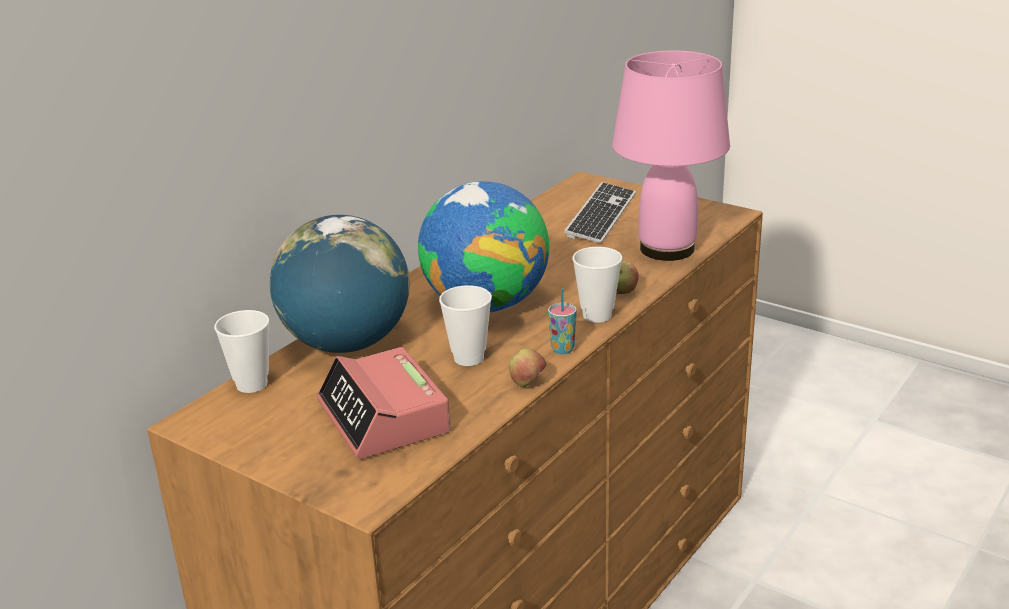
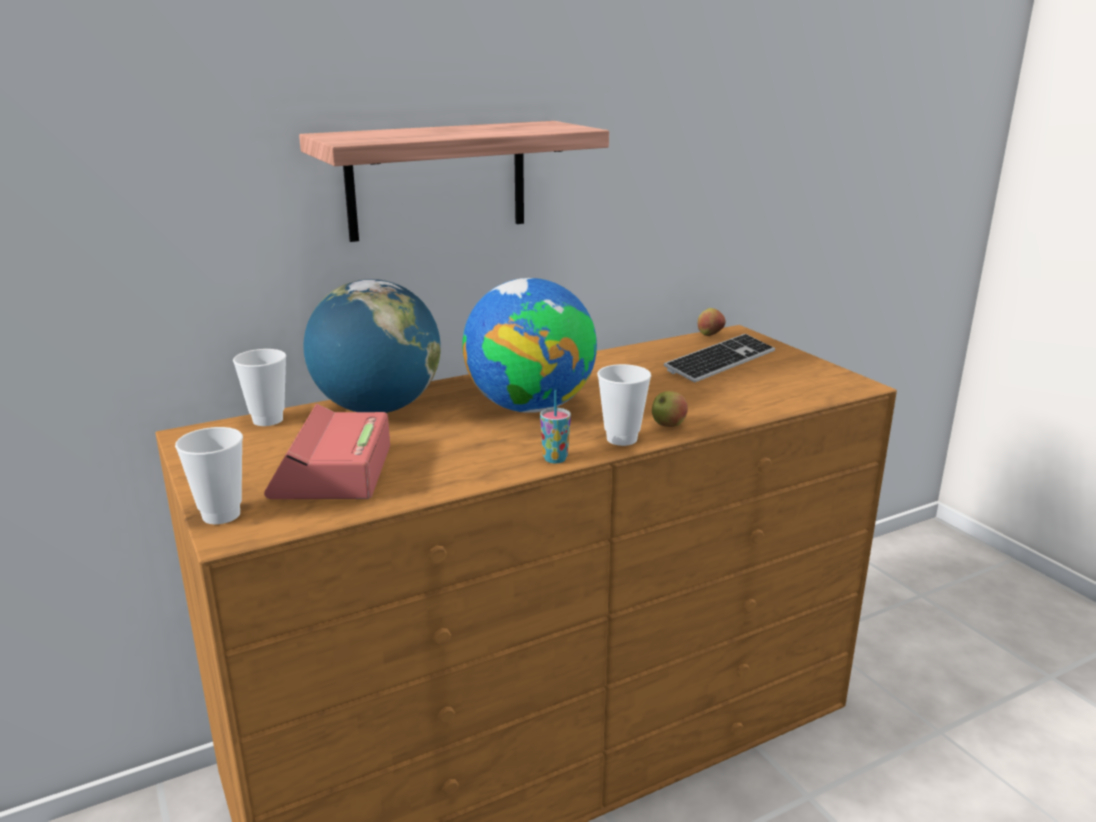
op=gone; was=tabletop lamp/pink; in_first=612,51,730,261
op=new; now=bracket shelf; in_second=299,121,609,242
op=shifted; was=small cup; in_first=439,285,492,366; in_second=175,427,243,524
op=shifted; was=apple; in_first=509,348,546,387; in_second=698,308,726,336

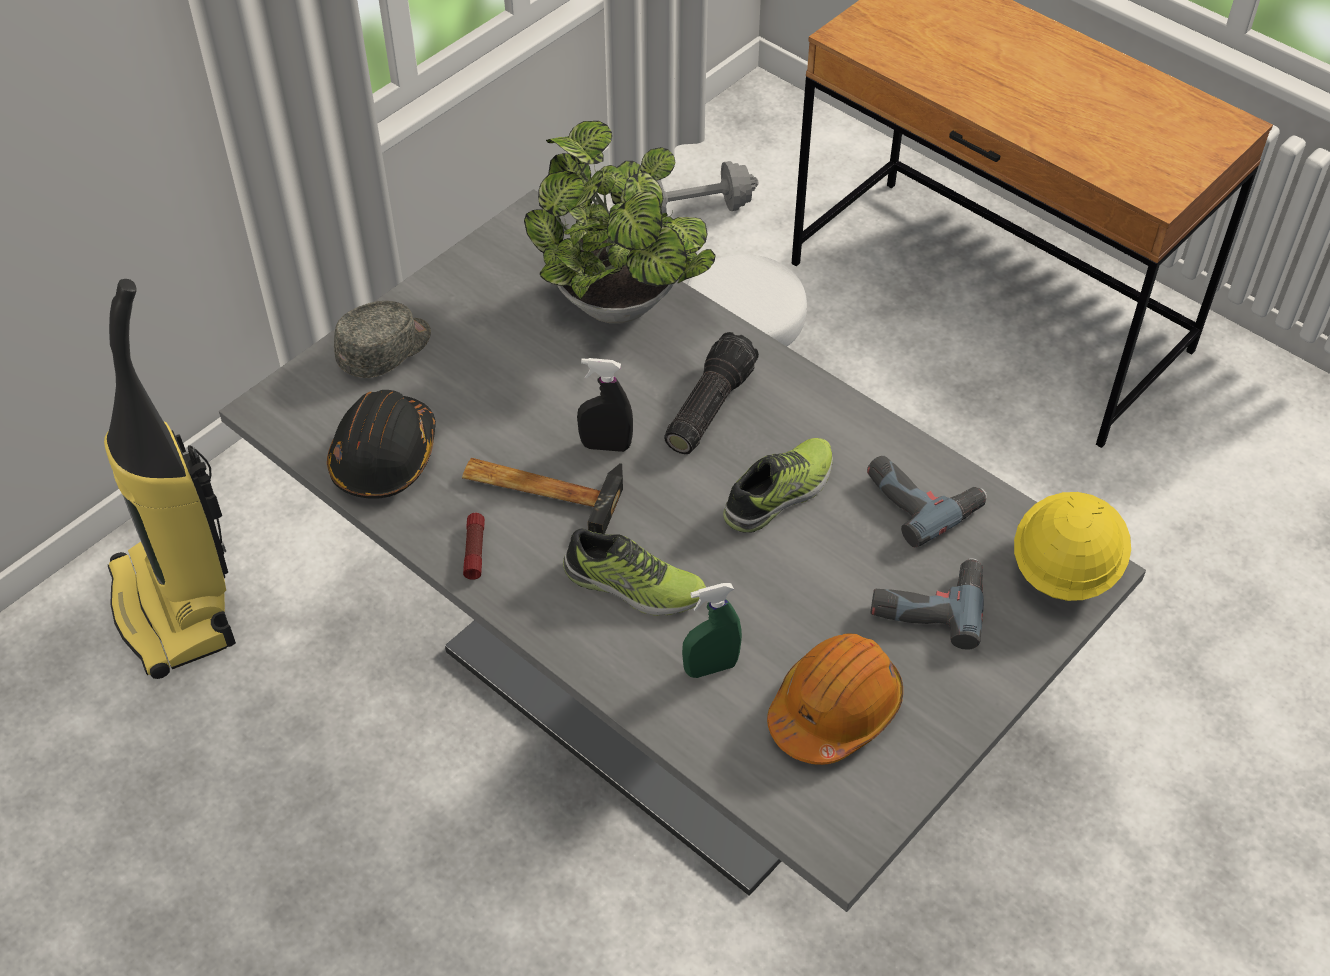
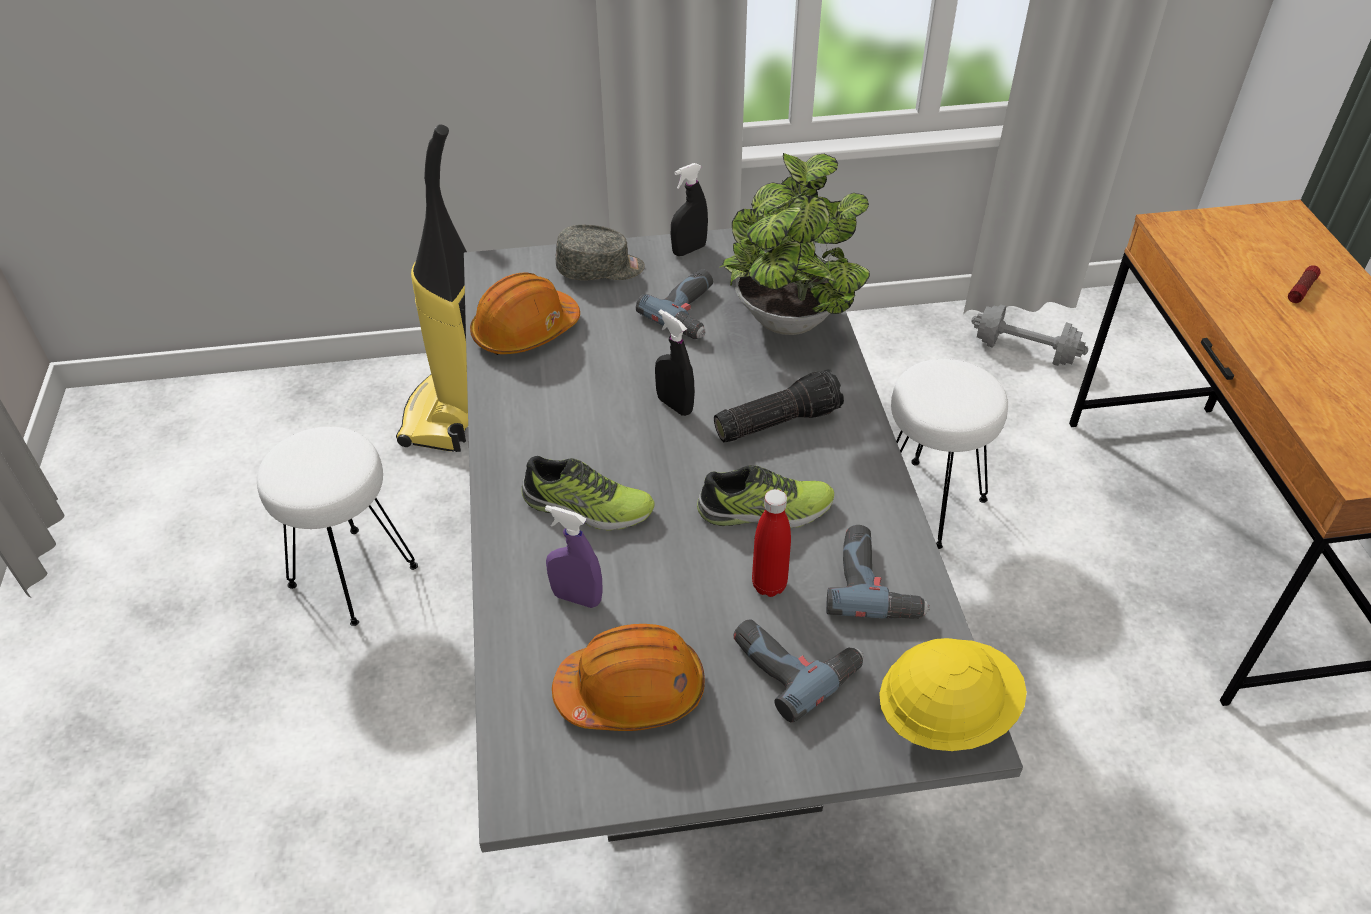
op=gone; was=hammer; in_first=462,458,623,534
op=new; now=stool seat/white; in_second=257,427,418,626
op=new; now=electric drill; in_second=636,269,713,339
op=new; now=spray bottle/black-coloured; in_second=671,163,708,256
op=new; now=drink bottle/red-coloured; in_second=752,489,791,597
op=shifted; was=flashlight; in_first=463,513,485,580; in_second=1288,265,1321,303
op=repainted; was=hard hat/black-coloured; now=hard hat/orange; in_first=327,390,436,499; in_second=470,273,580,355
op=repainted; was=spray bottle/green-coloured; now=spray bottle/purple-coloured; in_first=682,583,742,678; in_second=545,505,602,608
op=rotated; was=shoe; in_first=563,528,706,616; in_second=521,456,655,531; clockwise=-45

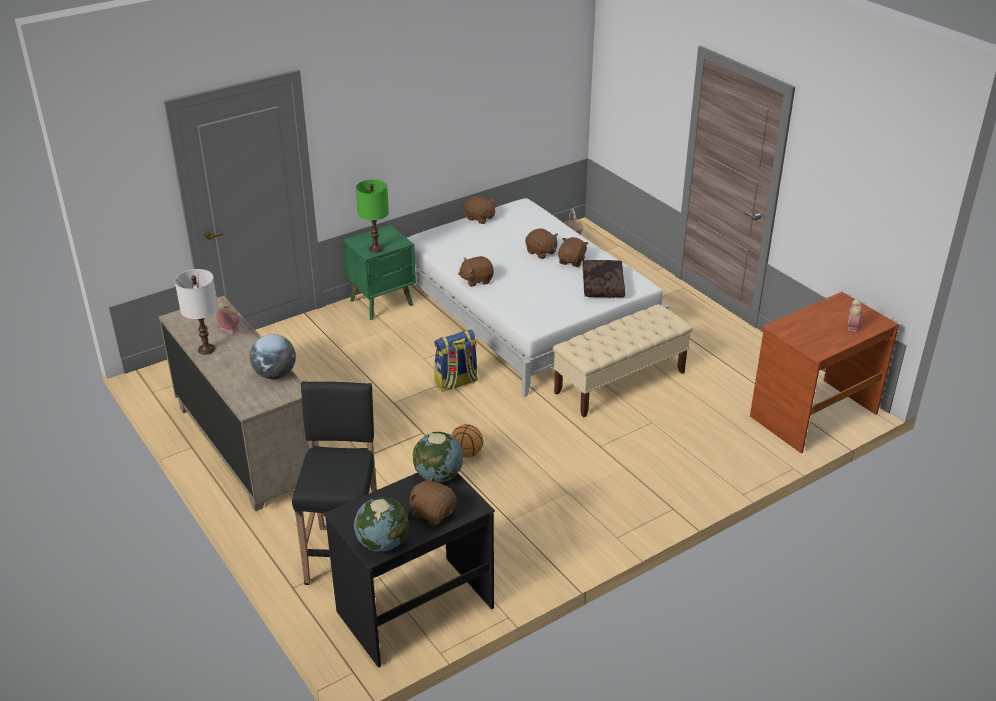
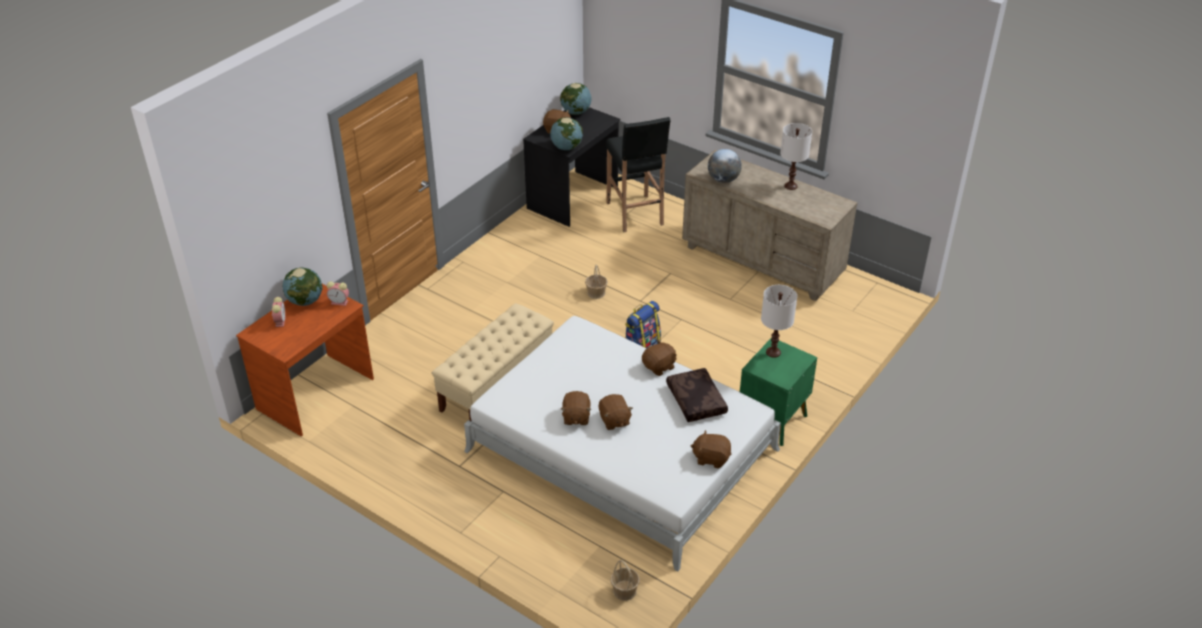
op=new; now=globe; in_second=282,267,323,306
op=shifted; was=table clock; in_first=216,303,240,334; in_second=327,281,349,306
op=shifted; was=throw pillow/brown; in_first=583,260,625,297; in_second=666,368,728,422
op=swapped; was=basketball; now=basket; in_first=451,424,483,458; in_second=585,265,608,299
op=repainted; was=tabletop lamp/green-coloured; now=tabletop lamp/white; in_first=356,179,389,253; in_second=761,285,797,358
op=rotated; was=cuddly toy/brown; in_first=525,229,558,259; in_second=599,394,633,430; clockwise=-135

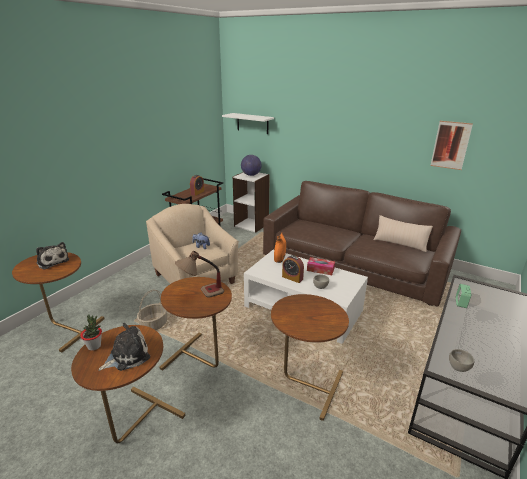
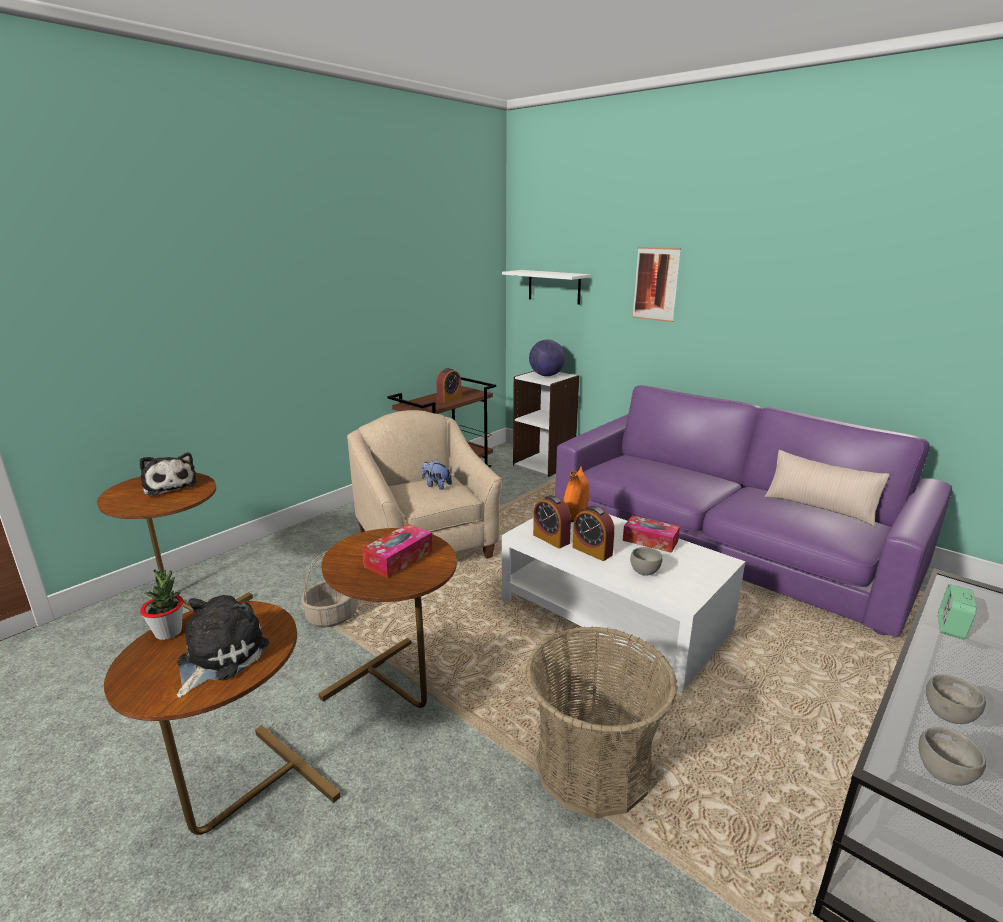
op=new; now=table clock; in_second=533,495,571,549
op=new; now=deep dish/greyish; in_second=926,674,986,724
op=shifted; was=wall picture; in_first=430,121,473,170; in_second=632,247,681,322
op=swapped; was=tabletop lamp; now=box of tissues; in_first=175,251,224,298; in_second=362,524,433,578
op=swapped; was=side table/brown; now=basket; in_first=271,294,349,421; in_second=526,627,678,819
op=repainted; was=sofa/brown; now=sofa/purple-coloured; in_first=263,181,461,307; in_second=555,385,952,637
op=rotated; was=cuddly toy; in_first=99,323,150,371; in_second=177,595,269,698; clockwise=-45

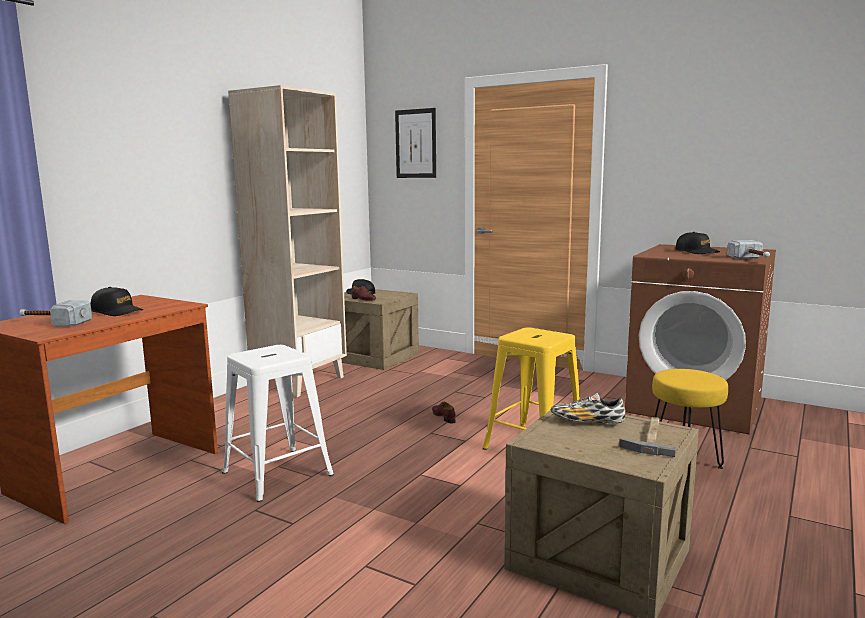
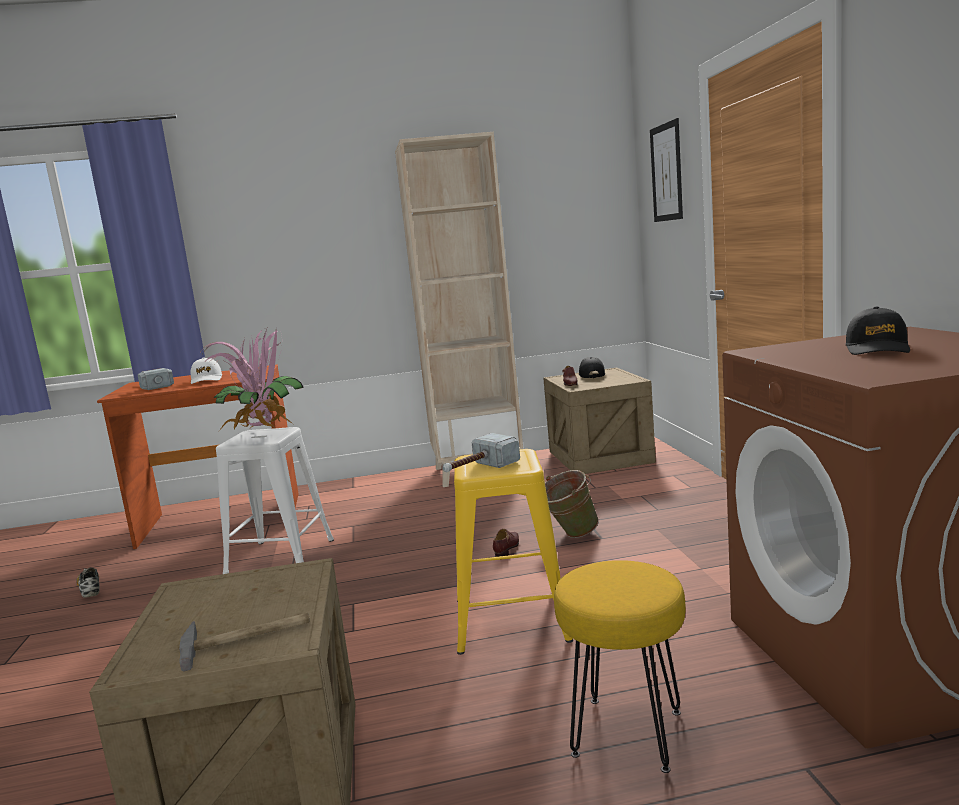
op=new; now=plant in a pot; in_second=201,328,304,431
op=new; now=water bucket/green-coloured; in_second=545,470,599,538
op=shifted; was=shoe; in_first=551,393,625,424; in_second=76,568,100,597
op=shifted; was=hammer; in_first=727,240,770,259; in_second=442,433,520,472
op=repainted; was=peaked cap/black-coloured; now=peaked cap/white; in_first=91,287,143,316; in_second=190,357,222,384

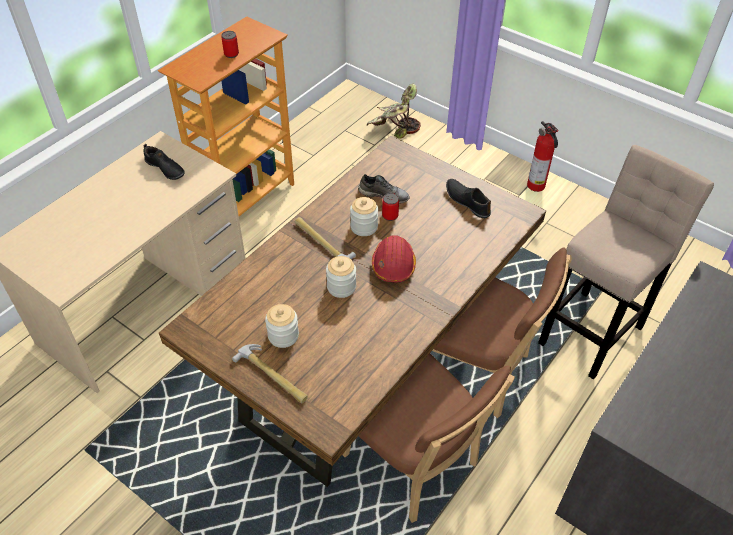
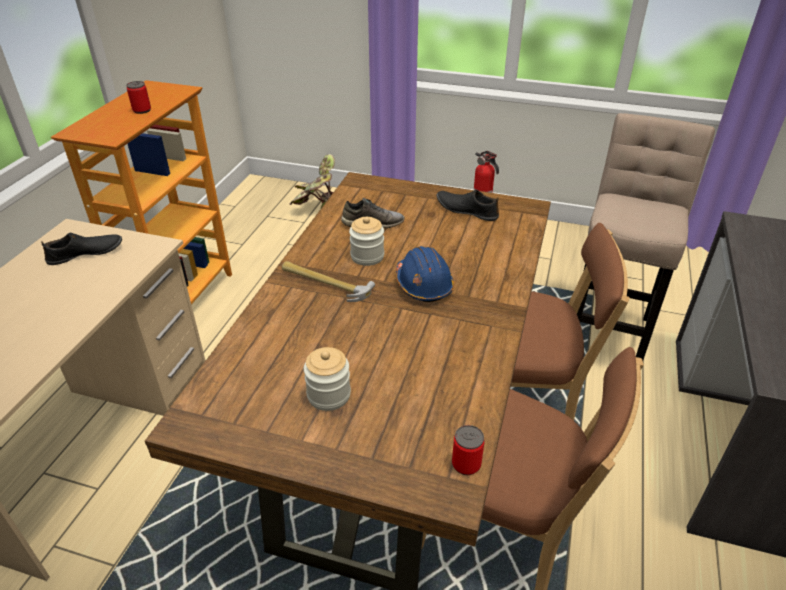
op=gone; was=hammer; in_first=232,344,308,403
op=gone; was=storage jar; in_first=326,256,356,298
op=shifted; was=sealed can; in_first=382,193,399,221; in_second=452,425,484,475
op=repainted; was=hard hat/red-coloured; now=hard hat/blue-coloured; in_first=372,235,416,282; in_second=396,246,454,302
op=rotated; was=shoe/black-coloured; in_first=143,144,184,180; in_second=41,232,122,265; clockwise=-45

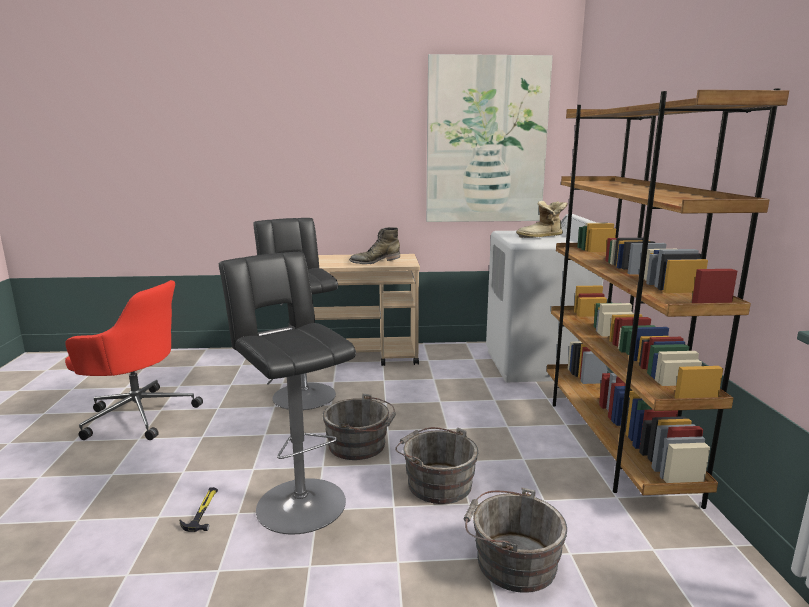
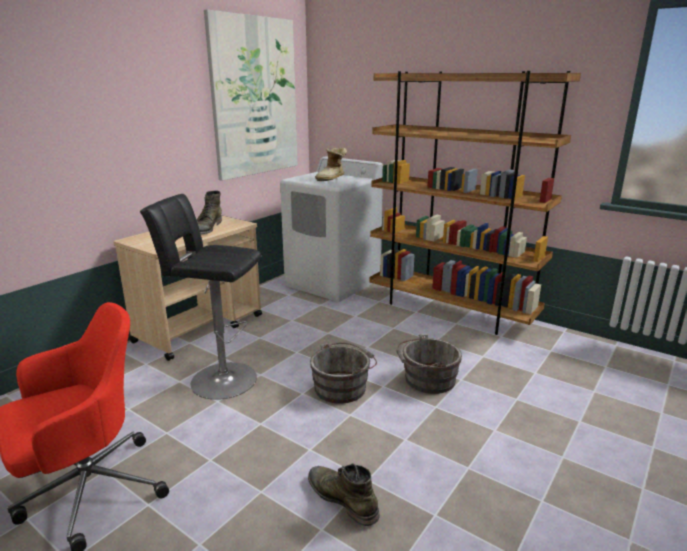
op=gone; was=stool seat/black-coloured; in_first=219,252,356,534
op=gone; was=water bucket/greyish; in_first=464,488,567,593
op=swapped; was=hammer; now=tall boot/green-coloured; in_first=179,487,218,532; in_second=308,463,380,526

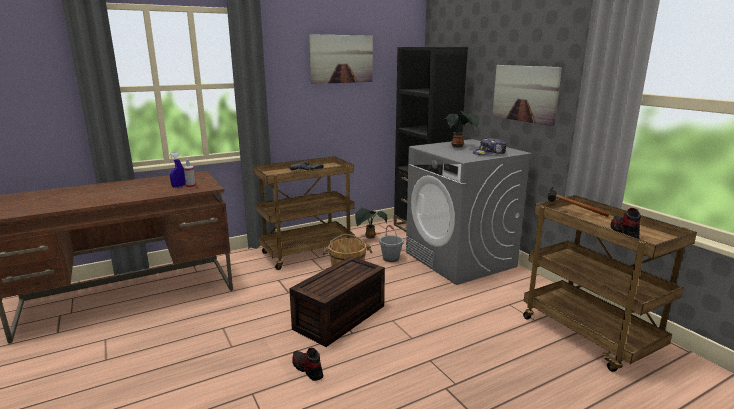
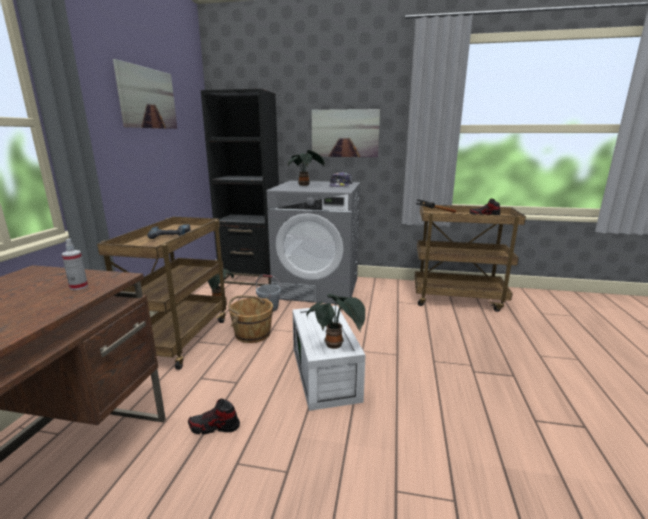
op=gone; was=spray bottle/blue-coloured; in_first=169,152,186,188
op=new; now=plant in a pot; in_second=306,294,365,349
op=shifted; was=shoe; in_first=292,348,323,381; in_second=188,399,240,434
op=repainted; was=storage container/brown; now=storage container/white; in_first=289,256,385,347; in_second=293,305,366,411

